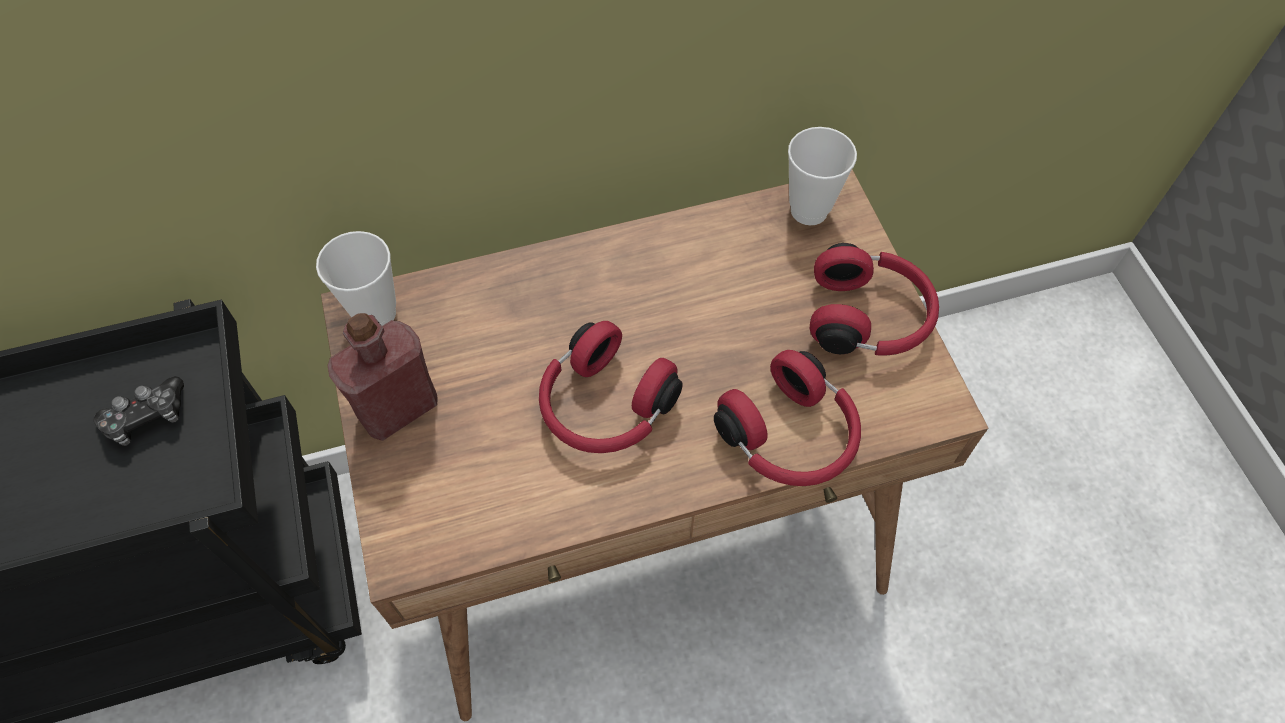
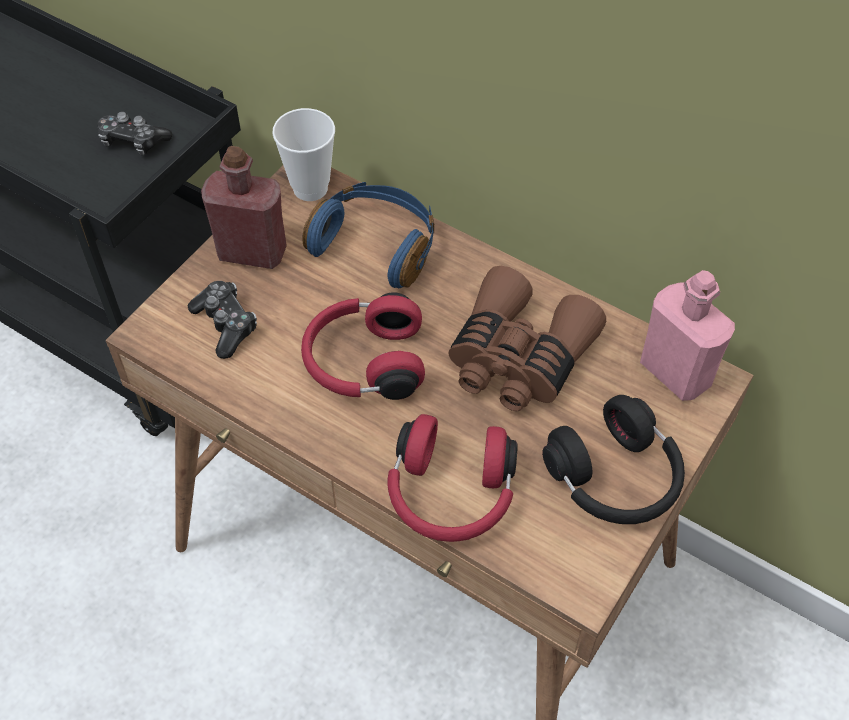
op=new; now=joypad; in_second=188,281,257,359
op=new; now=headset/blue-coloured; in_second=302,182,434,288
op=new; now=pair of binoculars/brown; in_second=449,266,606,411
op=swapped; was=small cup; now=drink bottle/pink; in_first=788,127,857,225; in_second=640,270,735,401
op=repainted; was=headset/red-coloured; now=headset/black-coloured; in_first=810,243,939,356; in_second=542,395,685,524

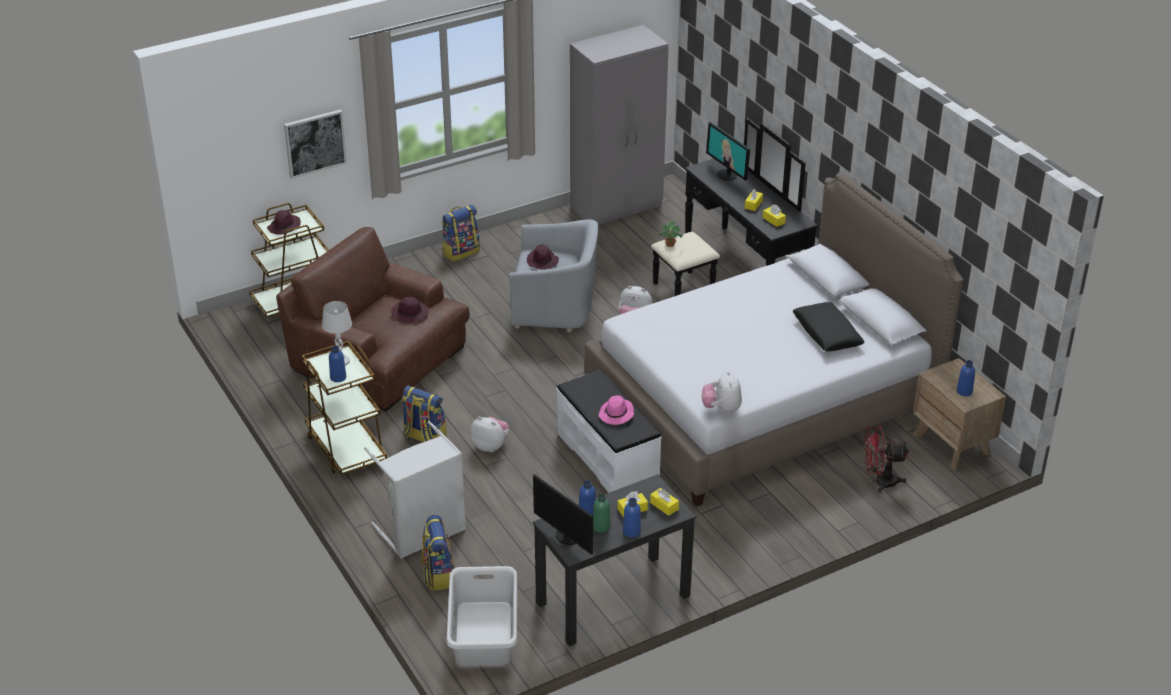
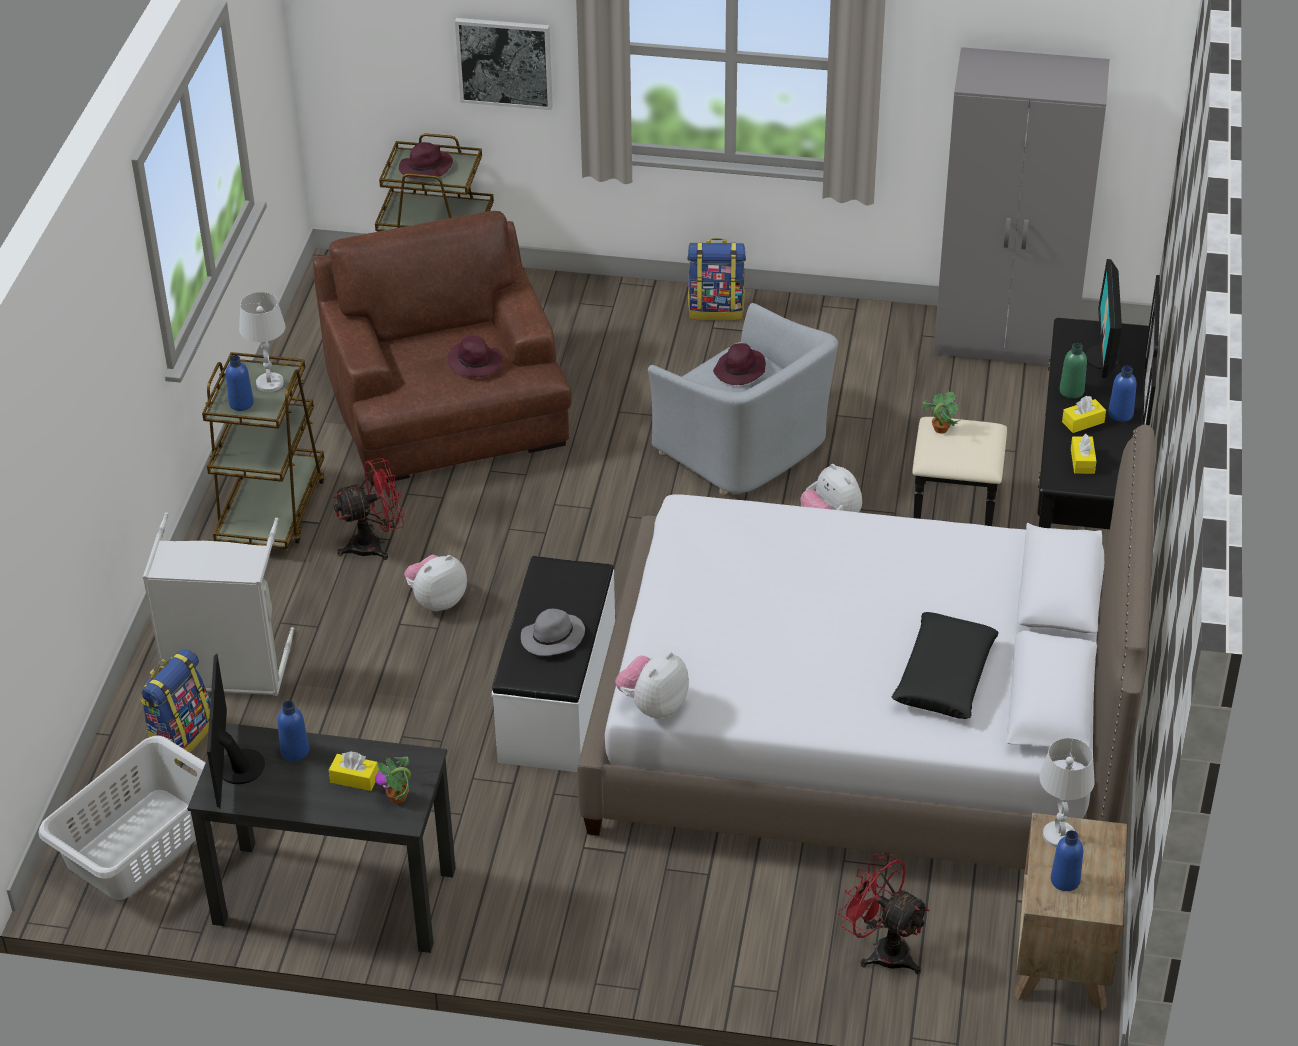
op=new; now=tabletop lamp/white; in_second=1040,738,1095,847
op=shifted; was=drink bottle/green-coloured; in_first=593,493,610,533; in_second=1060,343,1087,399
op=shifted; was=drink bottle/blue-coloured; in_first=623,498,641,538; in_second=1108,366,1137,422
op=swapped; was=rucksack; now=electric fan/red-coloured; in_first=402,386,447,442; in_second=333,458,405,560
op=swapped; was=box of tissues/yellow; now=plant in a pot; in_first=650,488,679,516; in_second=375,757,411,804
op=repainted; was=wearable hat/pink; now=wearable hat/greyish; in_first=599,395,634,425; in_second=521,609,585,656
op=rotated; was=cuddly toy; in_first=470,417,509,453; in_second=404,555,467,612; clockwise=-105

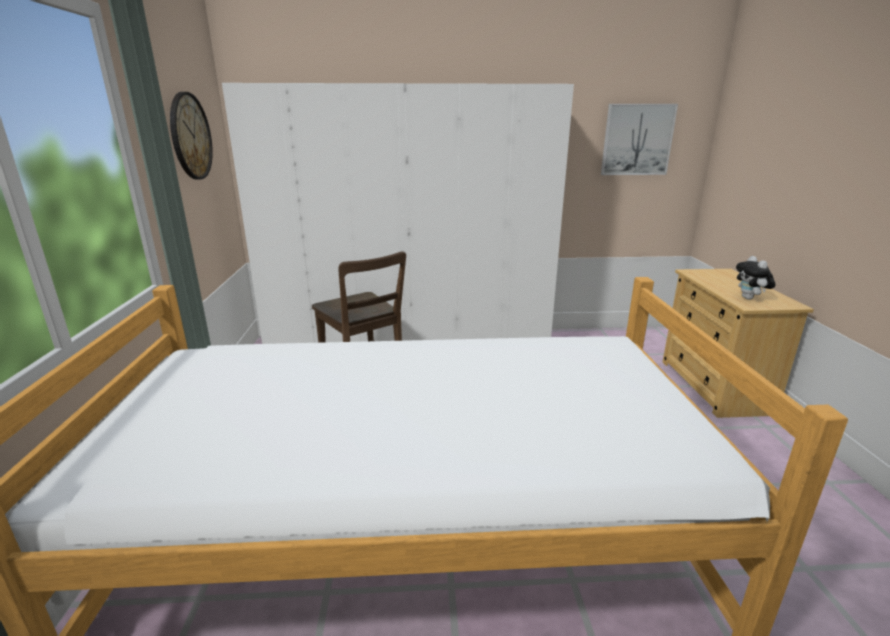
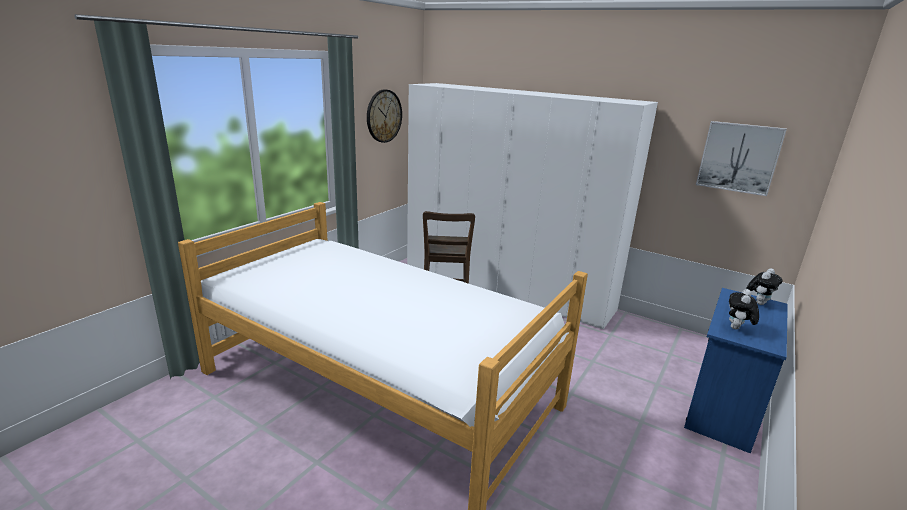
op=new; now=cuddly toy; in_second=746,268,783,305
op=repainted; was=chest of drawers/beige-coloured; now=chest of drawers/blue-coloured; in_first=662,269,814,418; in_second=684,288,788,454

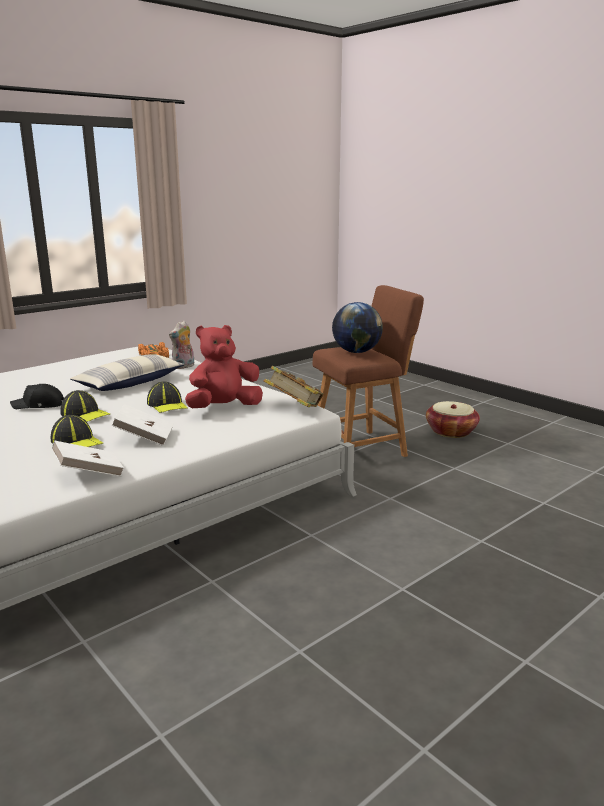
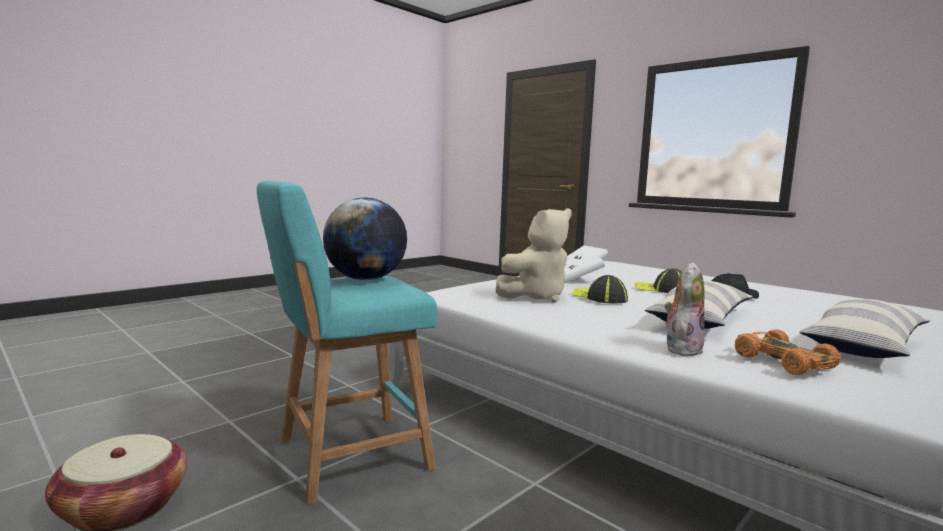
op=gone; was=peaked cap; in_first=51,415,103,447
op=gone; was=bound book; in_first=264,366,323,407
op=new; now=throw pillow; in_second=799,299,930,358
op=repainted; was=cuddly toy/red-coloured; now=cuddly toy/beige-coloured; in_first=185,325,263,408; in_second=496,208,572,303
op=repainted; was=stool seat/brown; now=stool seat/turquoise-coloured; in_first=312,285,424,457; in_second=257,181,437,504

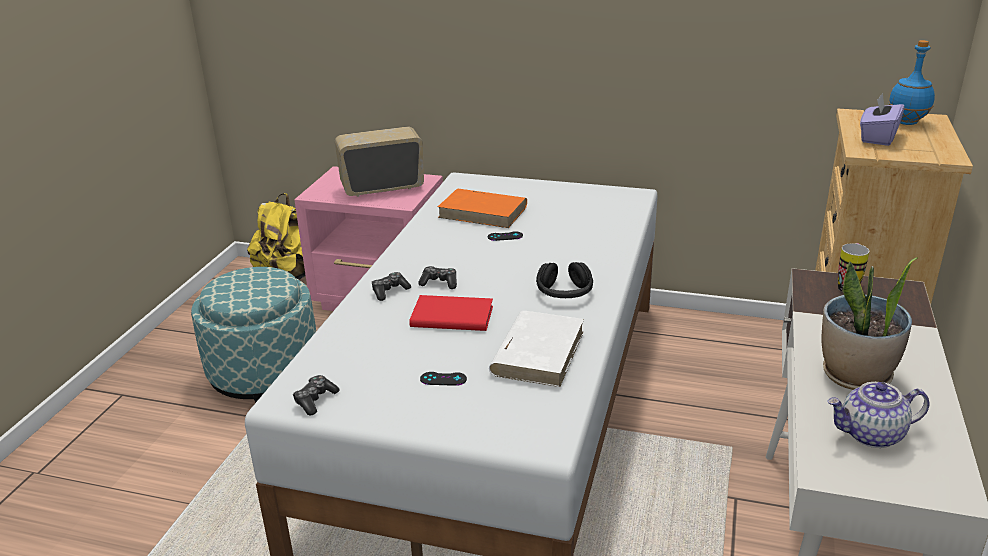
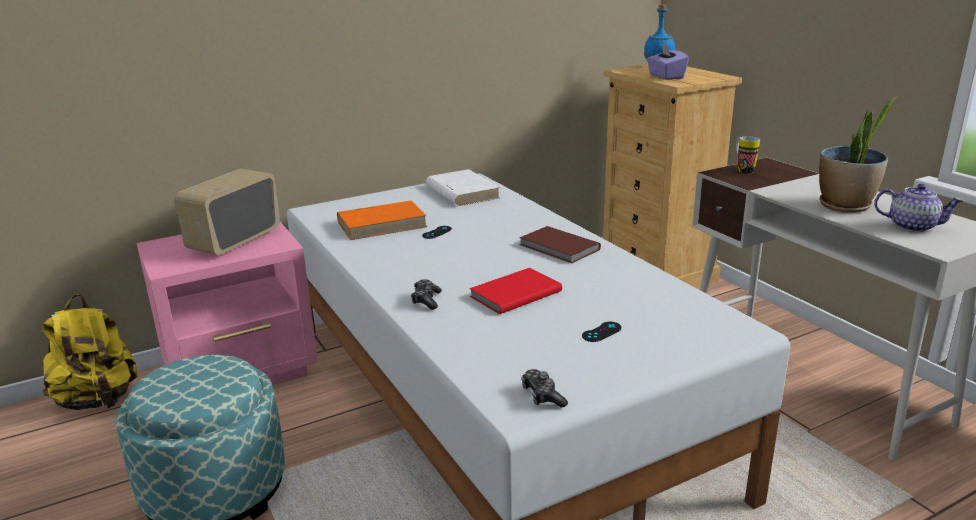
op=gone; was=joypad; in_first=418,266,457,289
op=shifted; was=bound book/white; in_first=489,311,584,387; in_second=426,169,500,206
op=swapped; was=headset/black-coloured; now=bound book/brown; in_first=536,262,593,298; in_second=519,226,601,263
op=rotated; was=teapot; in_first=827,382,929,448; in_second=874,184,964,232; clockwise=-105

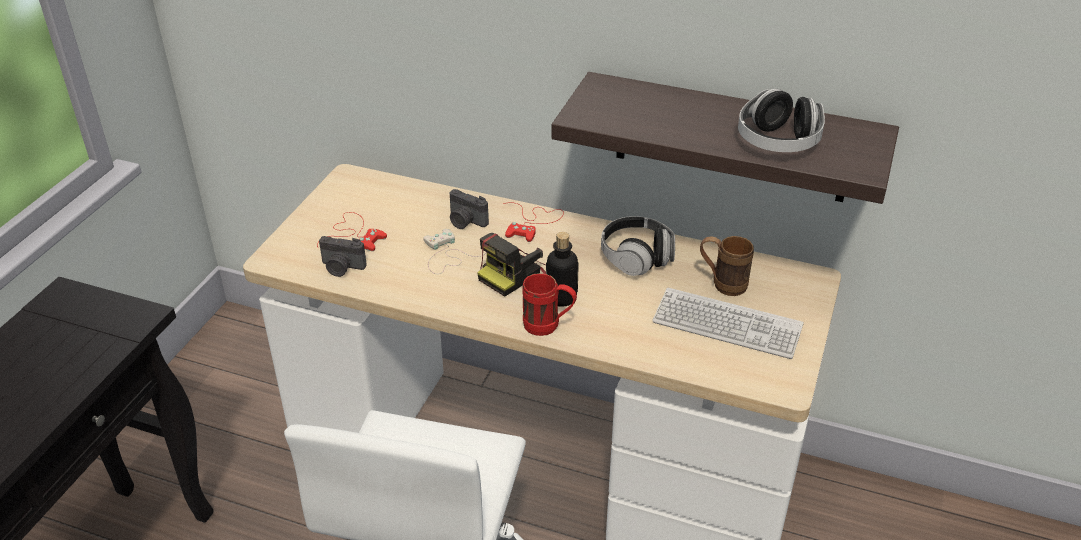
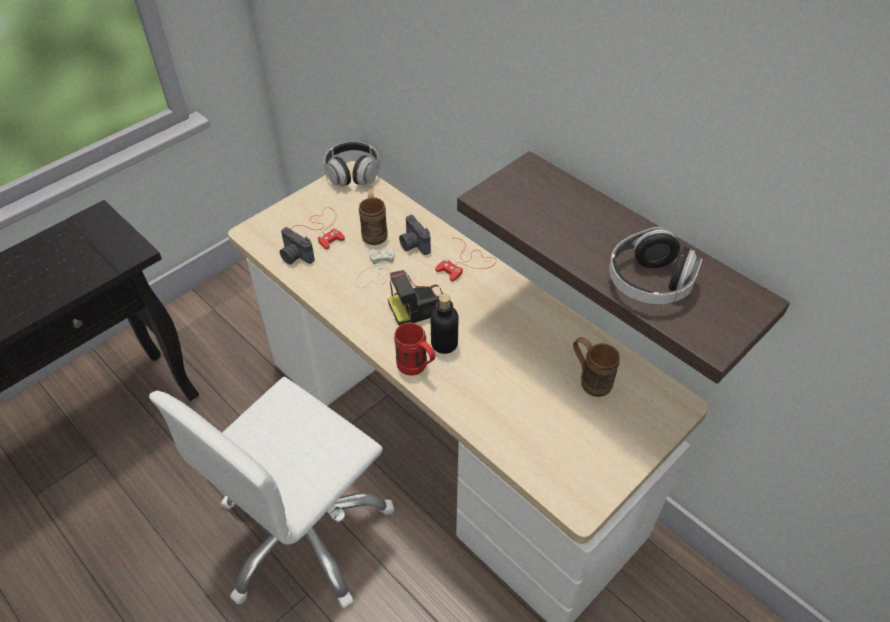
op=gone; was=PC keyboard; in_first=652,288,804,359
op=new; now=mug/brown; in_second=359,188,388,245
op=shifted; was=headset; in_first=601,216,675,276; in_second=324,142,379,186

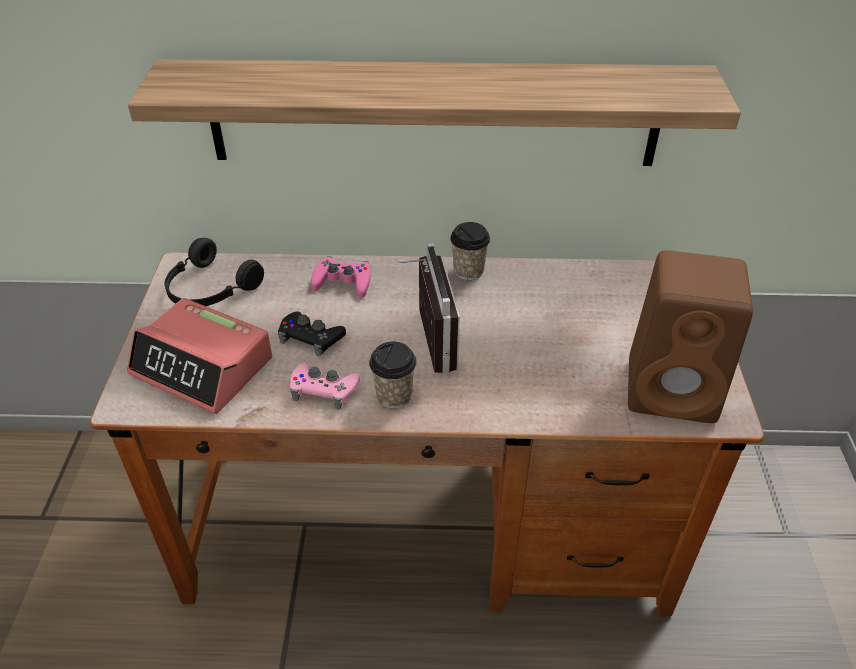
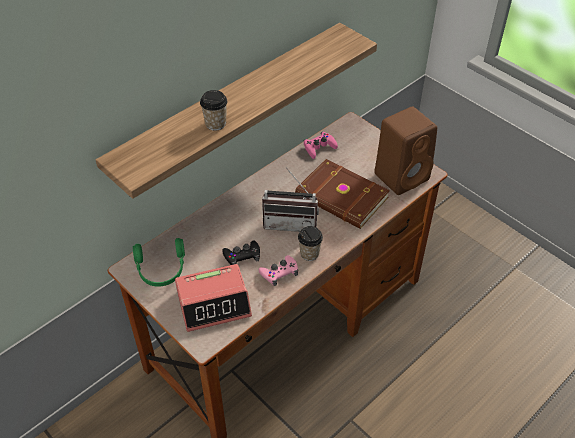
op=new; now=bound book/brown; in_second=295,159,390,229
op=shifted; was=joypad/pink; in_first=311,256,371,298; in_second=304,132,338,159
op=shifted; was=small cup; in_first=450,222,490,280; in_second=200,90,228,131
op=repainted; was=headset/black-coloured; now=headset/green-coloured; in_first=165,238,264,306; in_second=133,238,185,287
op=rotated; was=radio set; in_first=398,243,460,374; in_second=262,167,319,232; clockwise=150

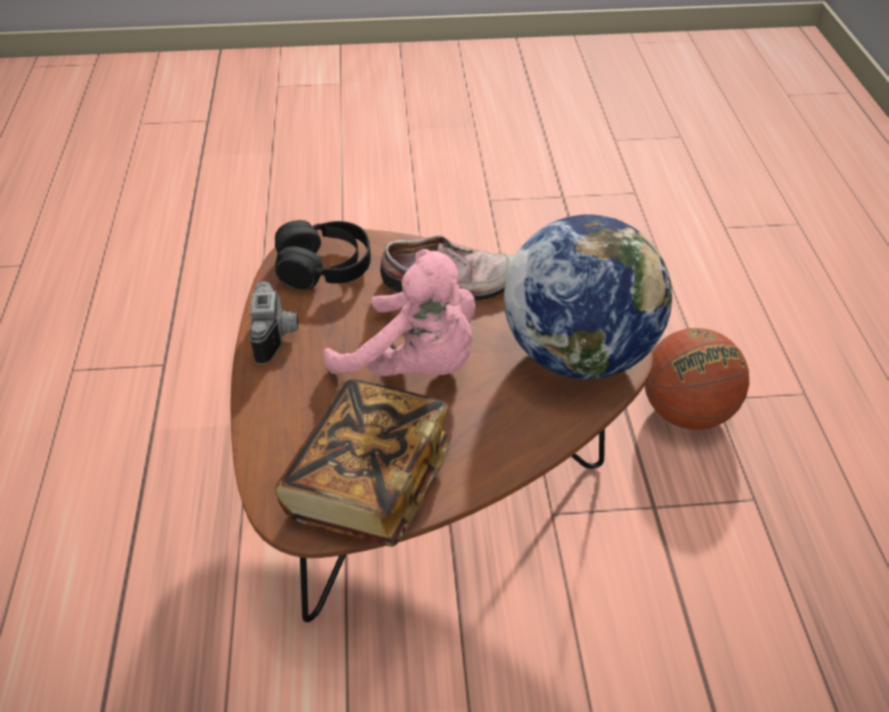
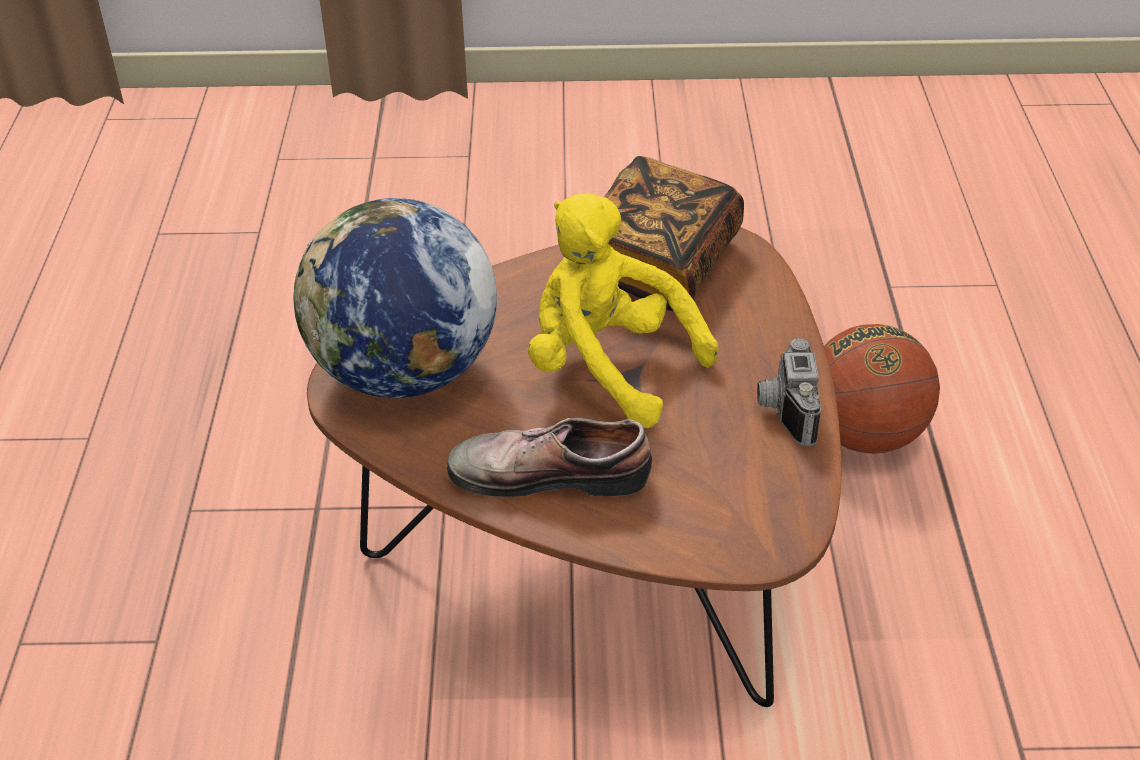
op=gone; was=headset/black-coloured; in_first=275,220,371,290
op=shifted; was=basketball; in_first=645,328,749,430; in_second=824,324,940,454
op=repainted; was=cuddly toy/pink; now=cuddly toy/yellow; in_first=323,249,476,376; in_second=528,193,719,428

